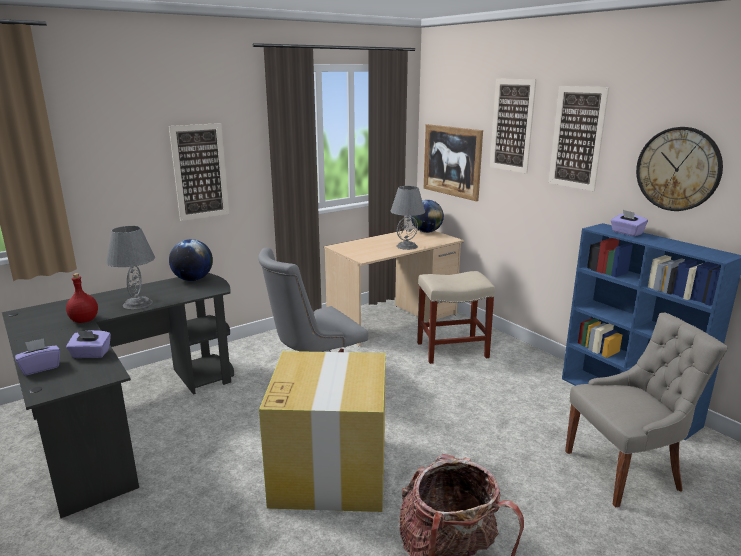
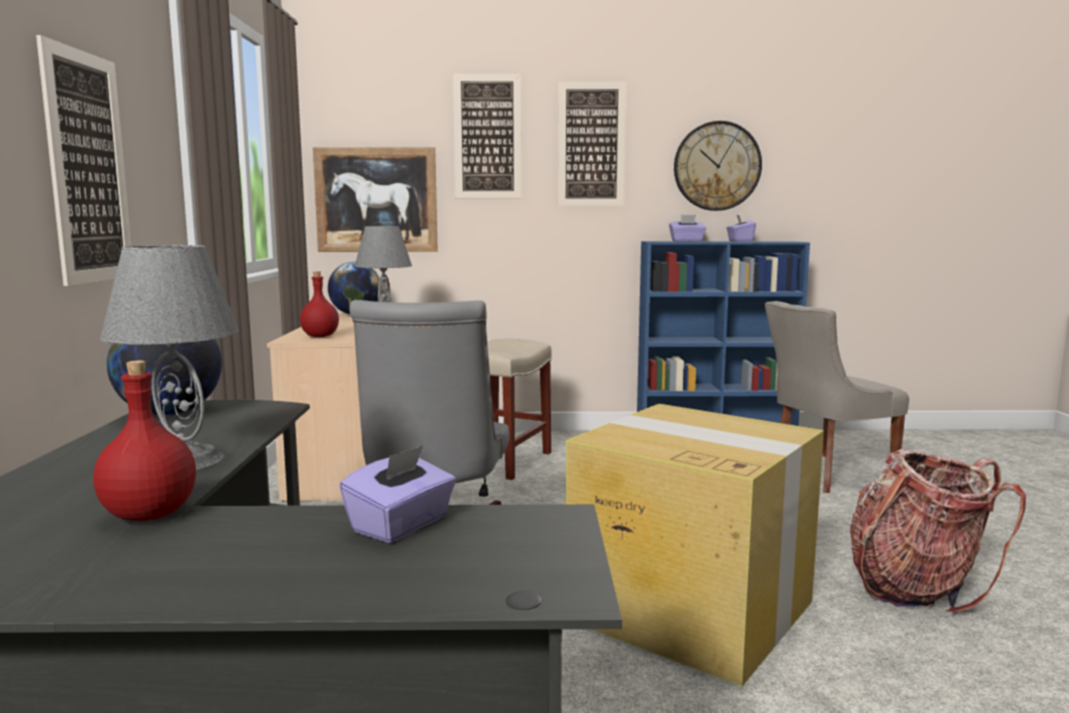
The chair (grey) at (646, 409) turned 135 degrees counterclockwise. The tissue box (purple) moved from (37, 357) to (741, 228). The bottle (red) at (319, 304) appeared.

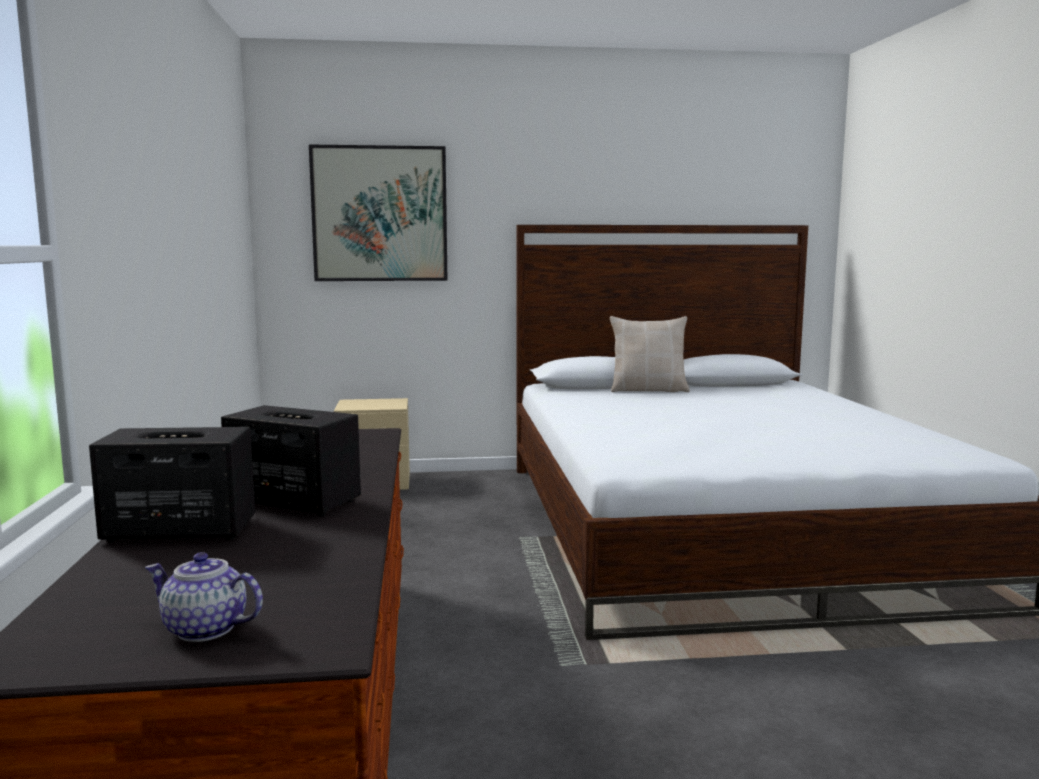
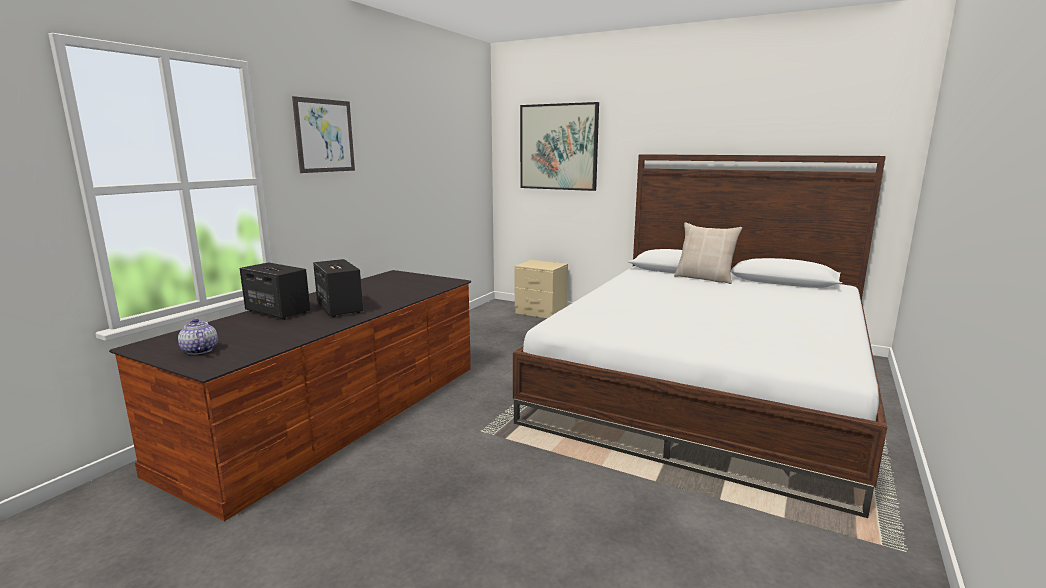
The picture at (323, 134) appeared.

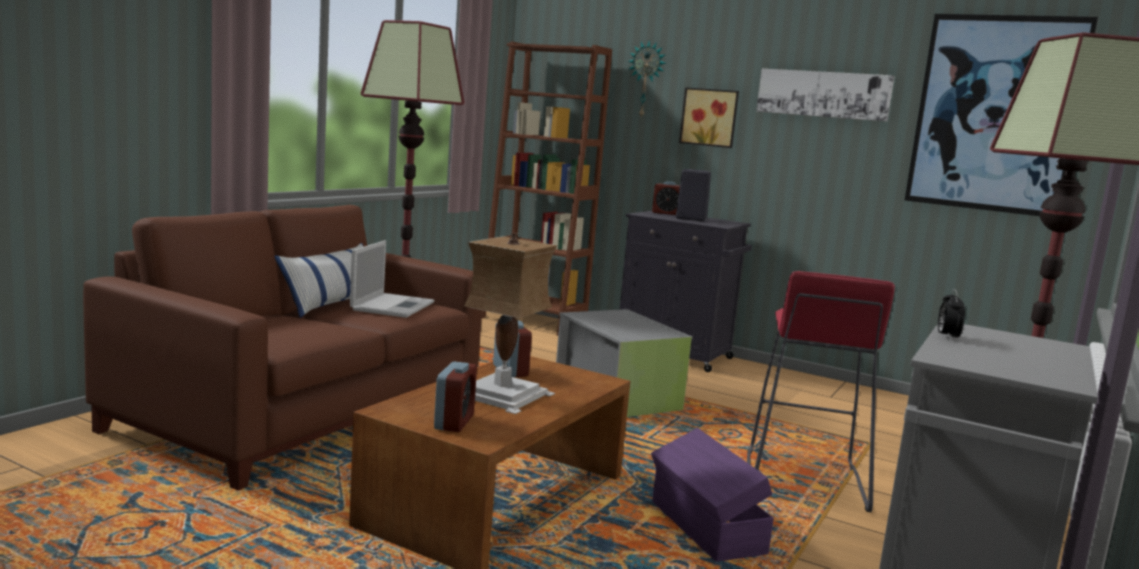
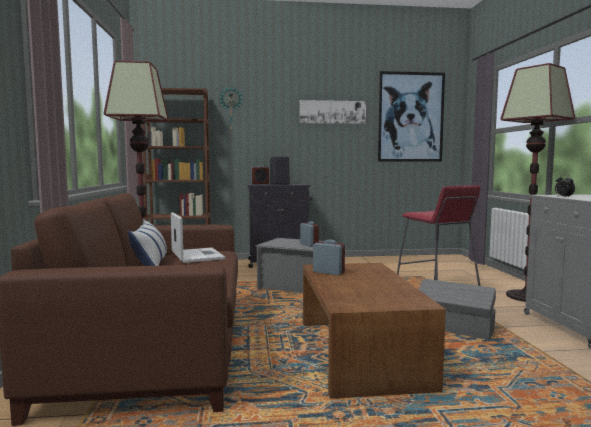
The picture at (709, 117) disappeared. The table lamp at (510, 323) disappeared. The alarm clock moved from (455, 396) to (309, 234). The storage box (purple) at (712, 495) became the storage box (grey) at (457, 309).

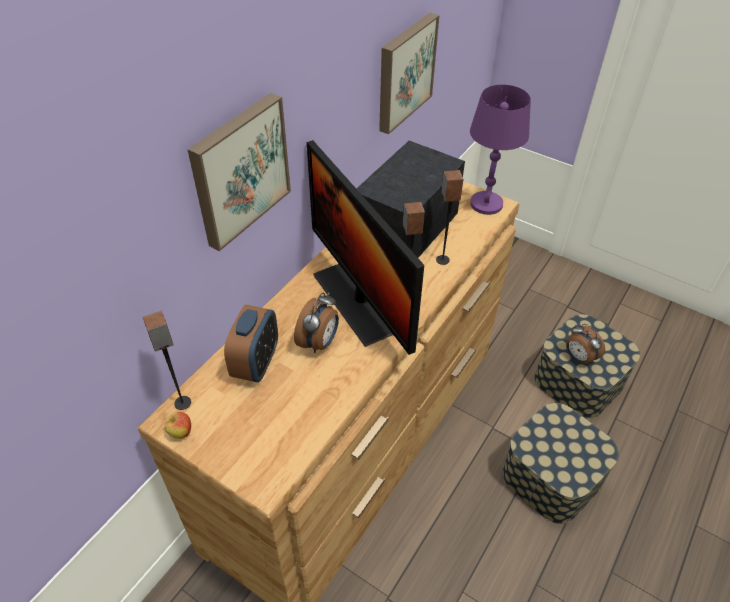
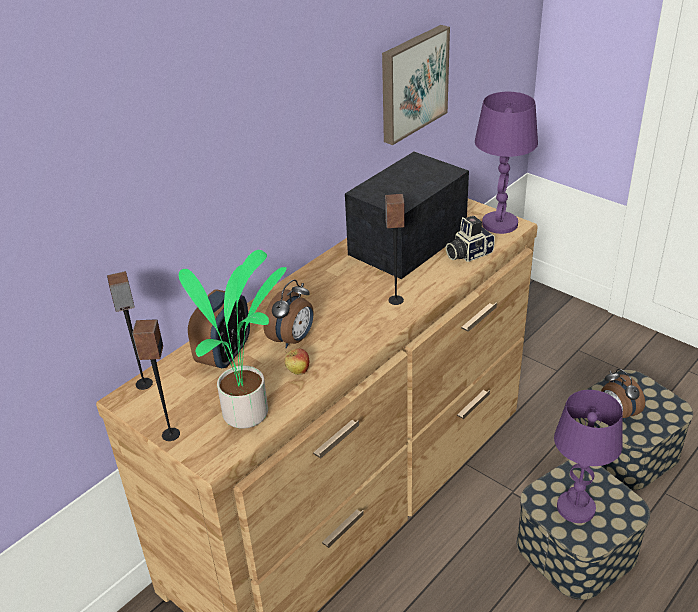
The picture at (239, 172) disappeared. The monitor at (365, 247) disappeared. The speaker moved from (449, 217) to (156, 380). The apple moved from (177, 425) to (296, 361). The photo camera at (470, 239) appeared. The potted plant at (233, 339) appeared. The table lamp (purple) at (588, 456) appeared.

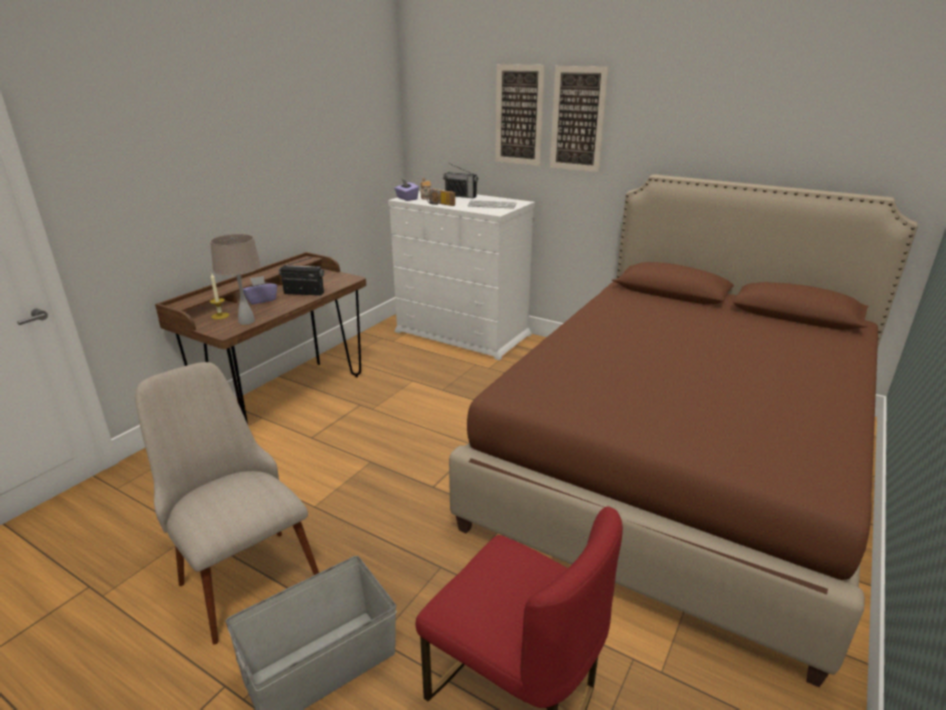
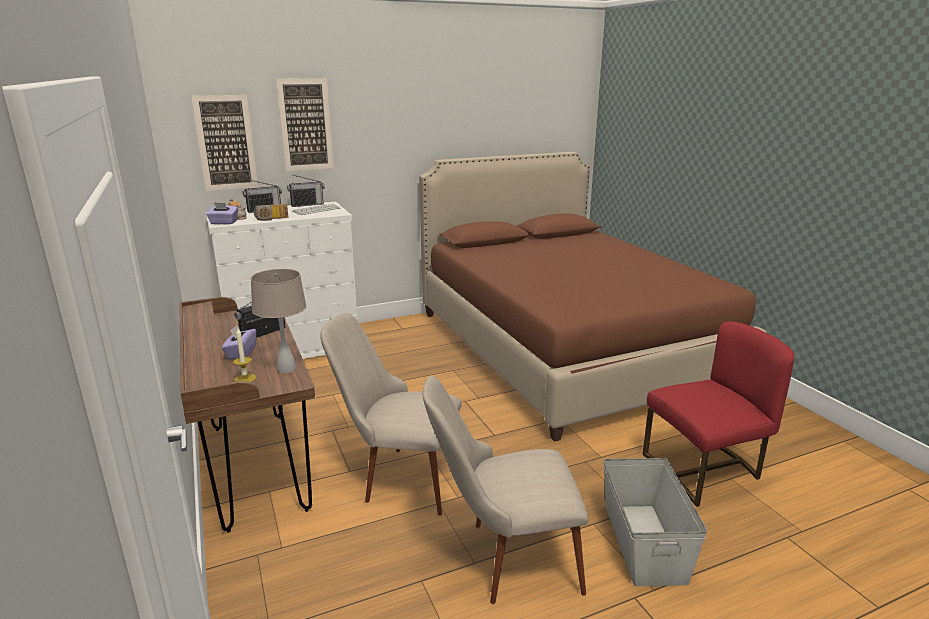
The picture moved from (579, 119) to (224, 143). The radio at (305, 191) appeared. The chair (beige) at (391, 414) appeared.

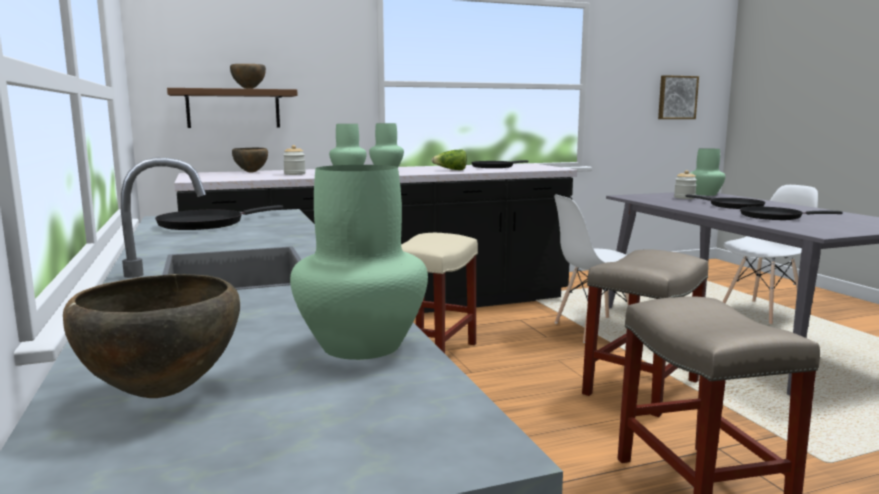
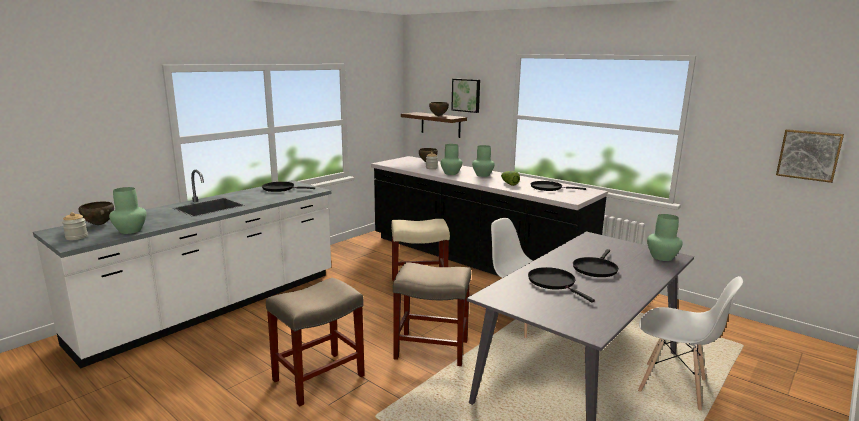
The jar moved from (685, 184) to (75, 226). The picture at (465, 96) appeared.

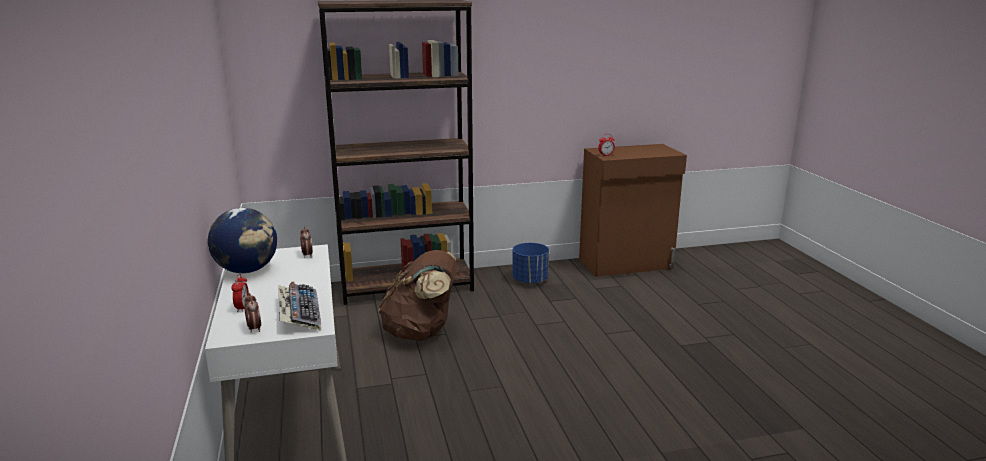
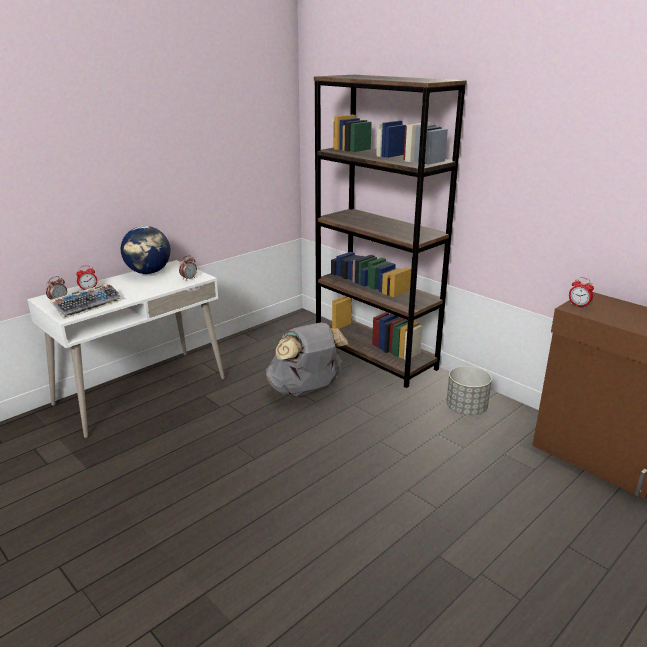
The planter (blue) at (530, 263) became the planter (grey) at (469, 390). The backpack (brown) at (418, 295) became the backpack (grey) at (307, 359).

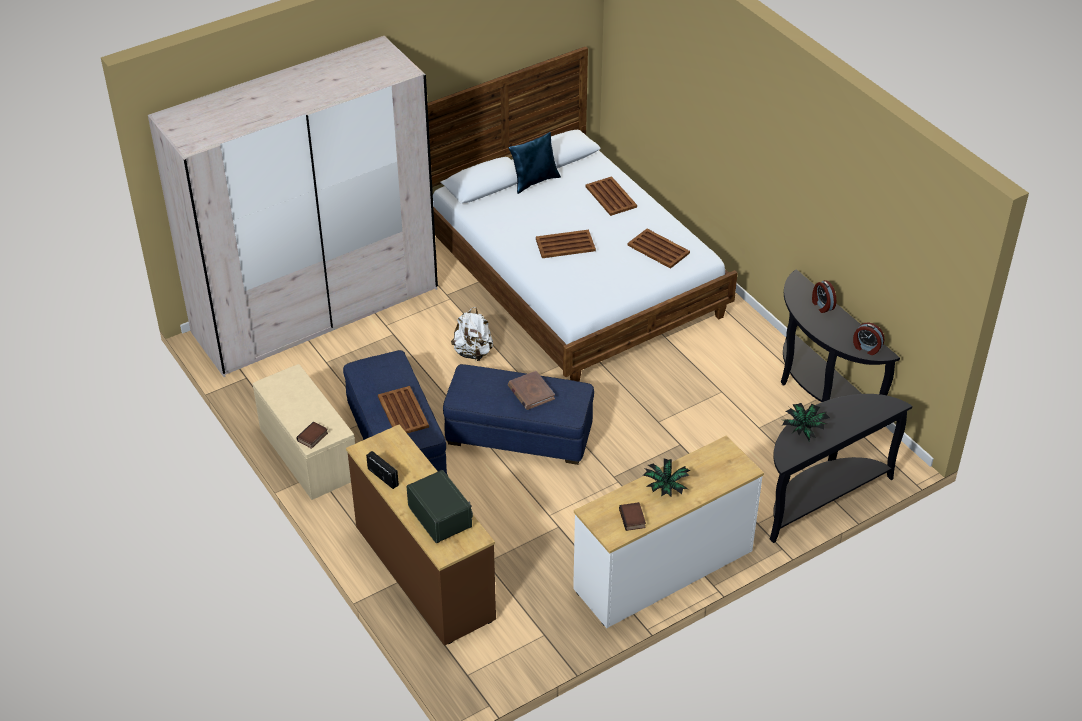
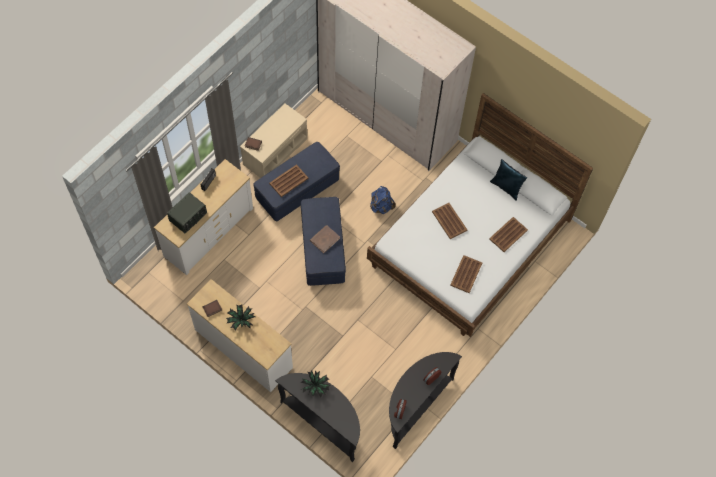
The backpack (white) at (472, 334) became the backpack (blue) at (383, 200). The dresser (brown) at (421, 535) became the dresser (white) at (203, 217).

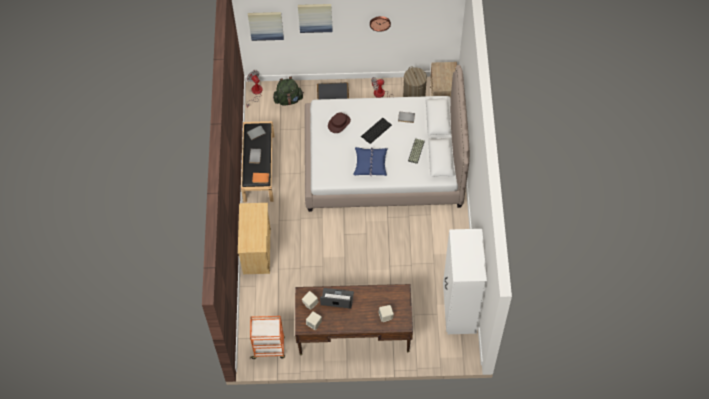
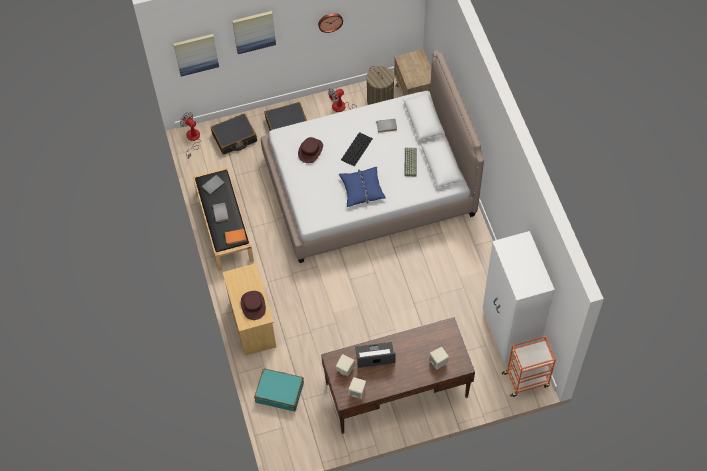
The backpack (green) at (288, 91) was replaced by the suitcase (black) at (234, 134). The cart (orange) moved from (267, 337) to (529, 366). The hat (brown) at (253, 305) appeared. The suitcase (turquoise) at (279, 390) appeared.

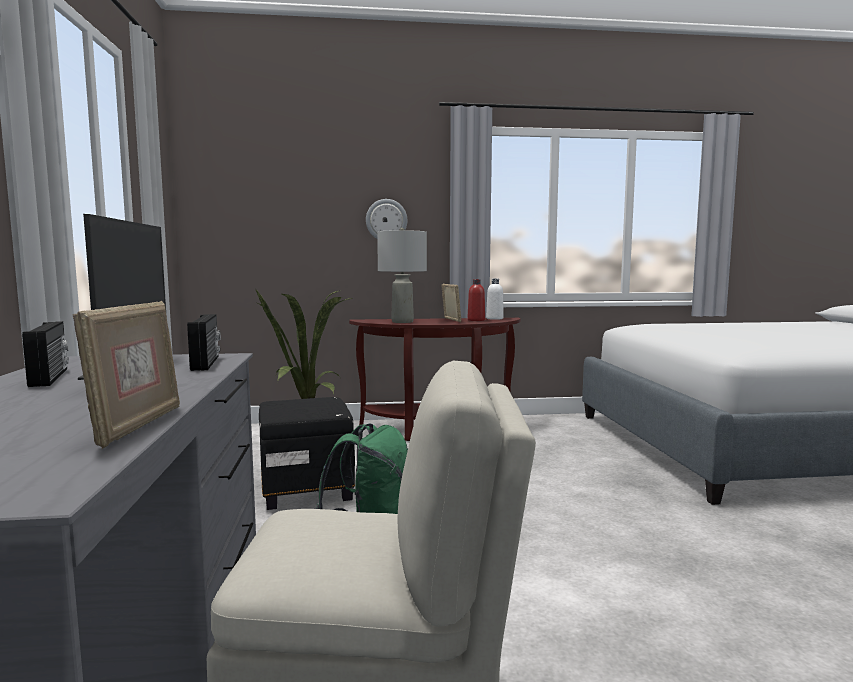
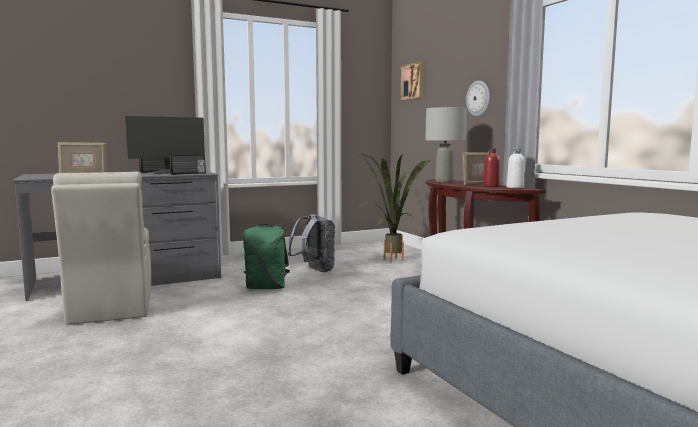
The ottoman (black) at (307, 453) was replaced by the backpack (grey) at (311, 243). The picture at (412, 80) appeared.

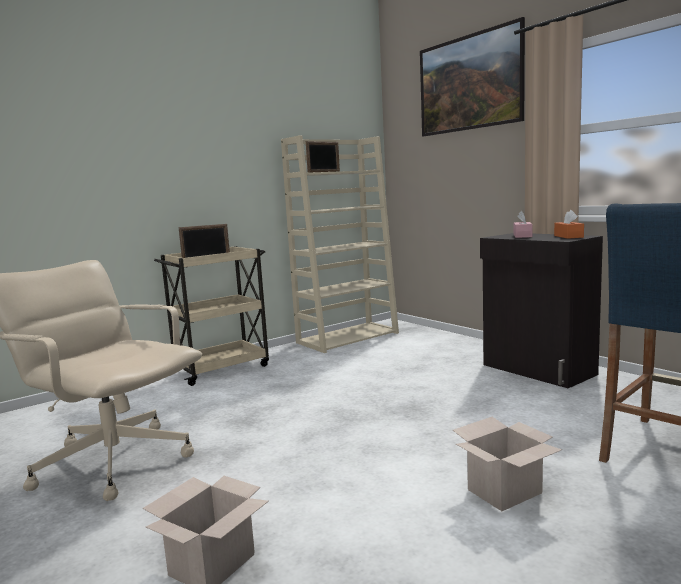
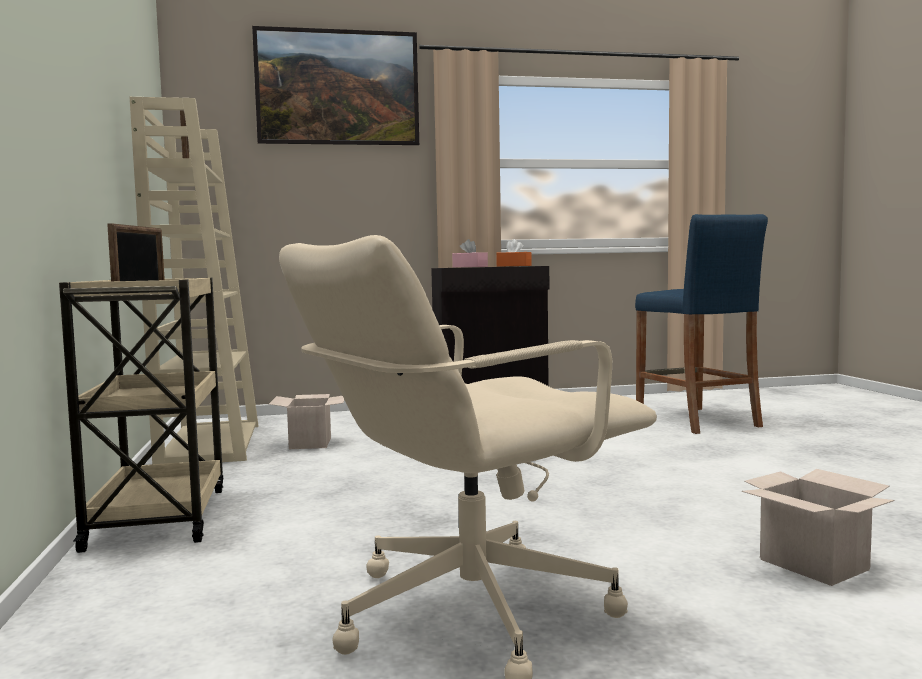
The cardboard box moved from (507, 464) to (306, 421).

